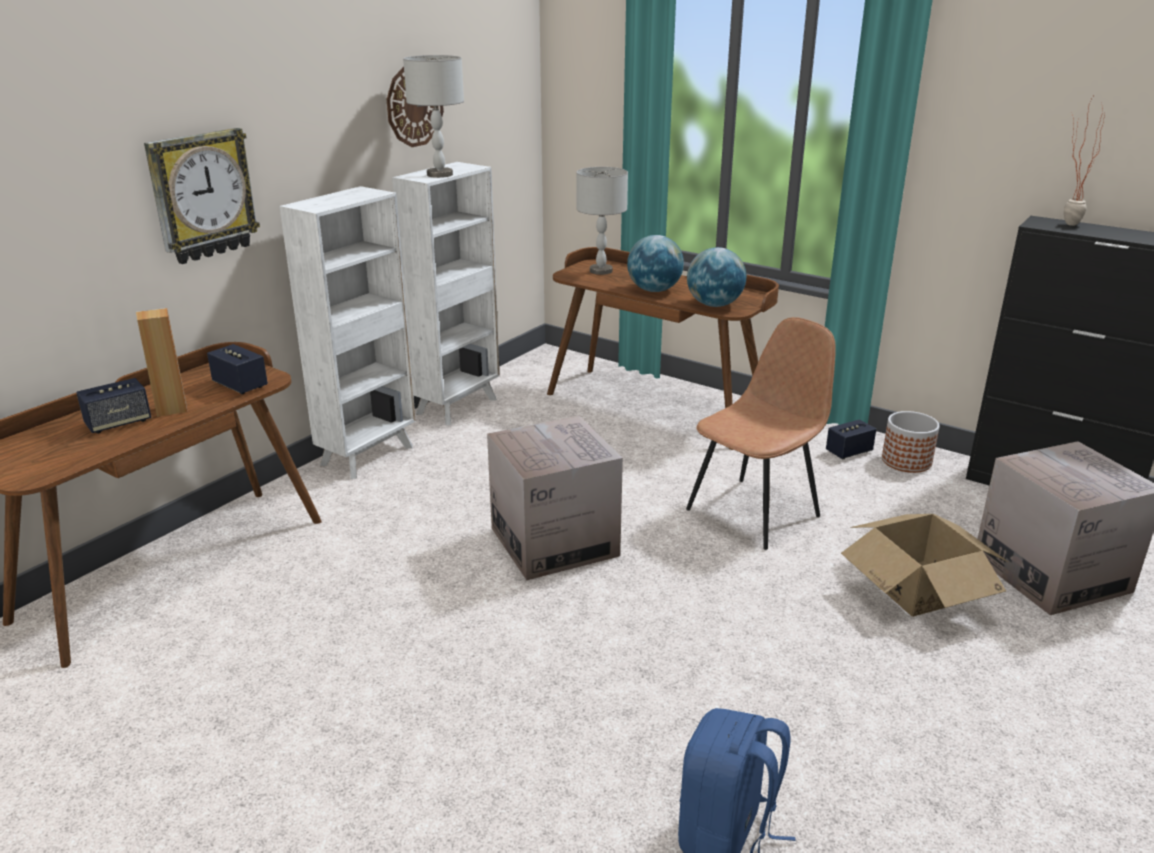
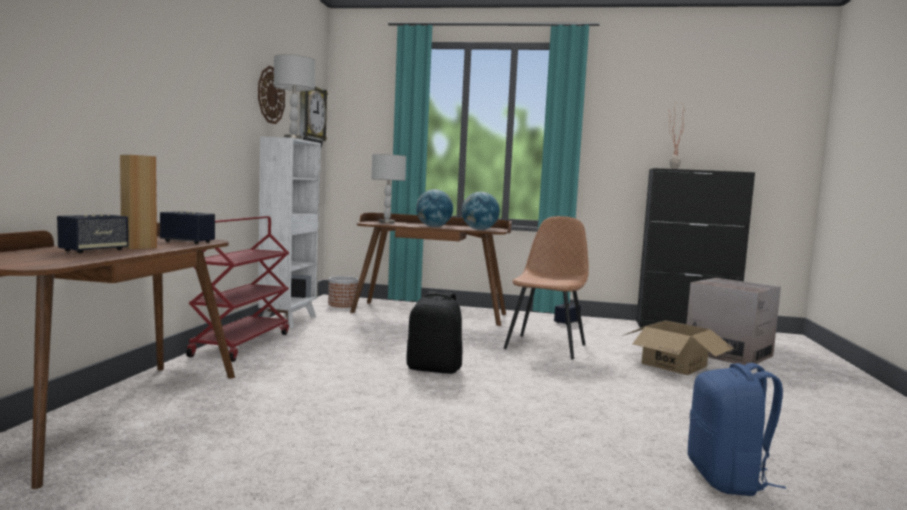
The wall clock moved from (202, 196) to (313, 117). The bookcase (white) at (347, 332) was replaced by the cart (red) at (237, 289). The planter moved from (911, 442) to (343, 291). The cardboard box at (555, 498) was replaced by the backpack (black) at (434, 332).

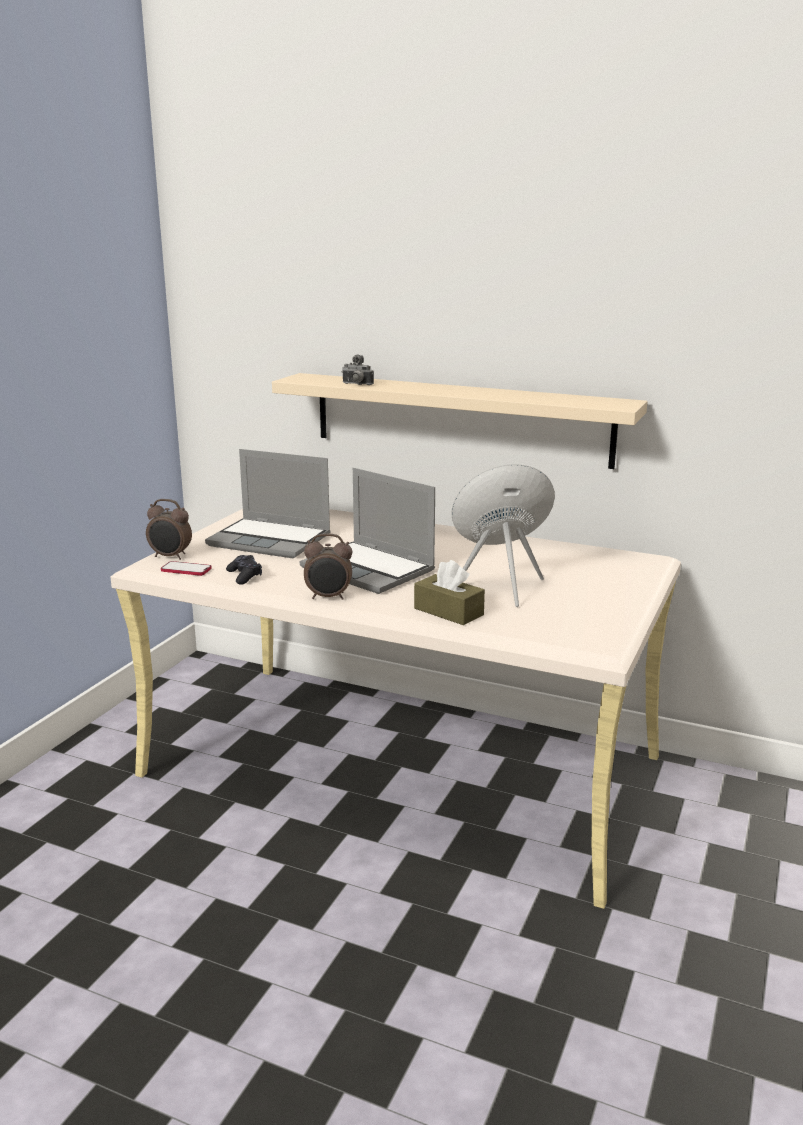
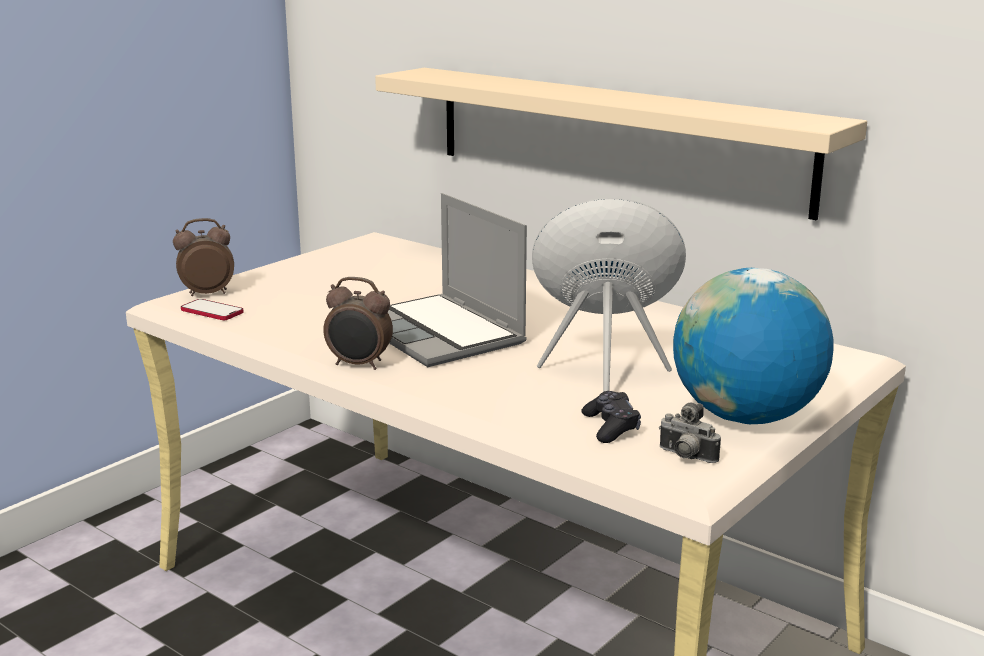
The photo camera moved from (358, 370) to (690, 433). The laptop at (268, 504) disappeared. The alarm clock at (169, 529) turned 135 degrees clockwise. The game controller (black) moved from (244, 570) to (611, 417). The tissue box (brown) at (449, 592) disappeared. The globe at (753, 346) appeared.

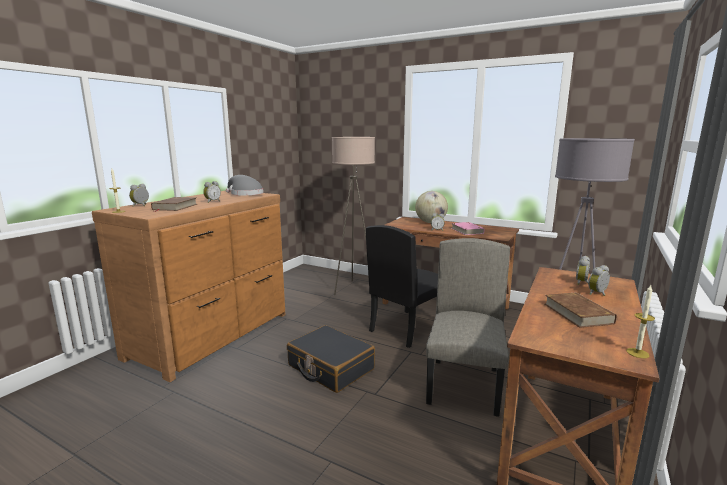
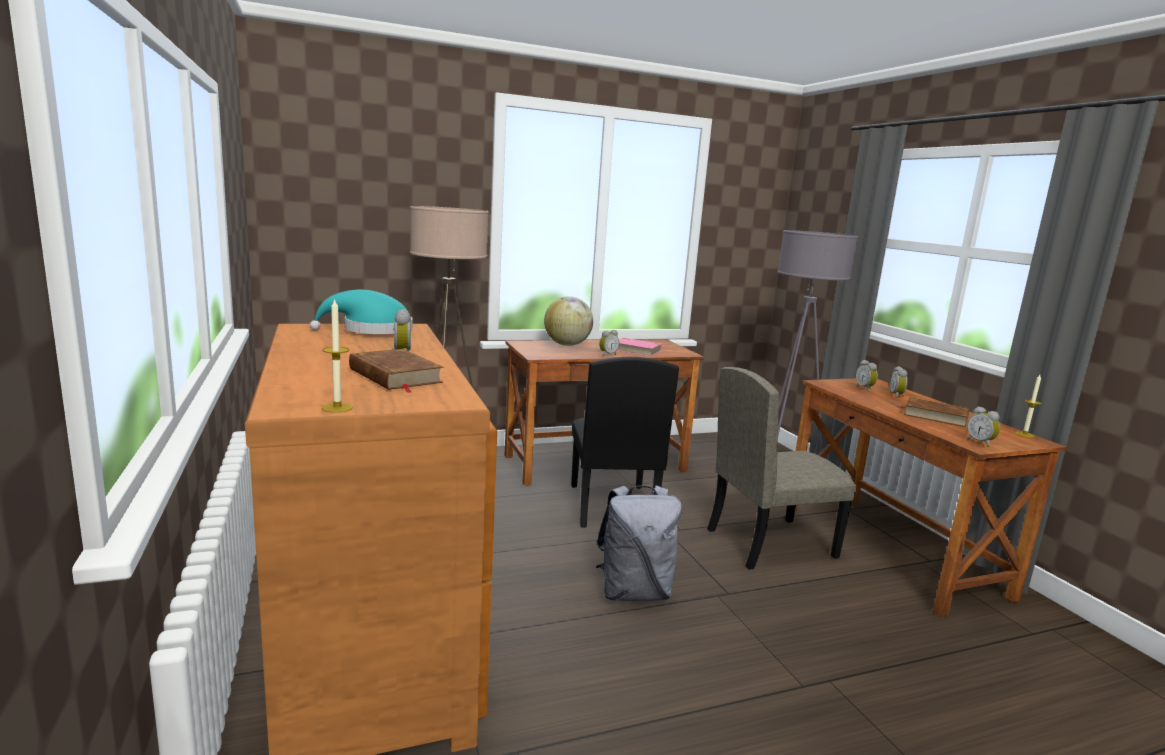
The hat (grey) at (245, 185) became the hat (turquoise) at (361, 312). The alarm clock moved from (139, 195) to (983, 426). The chair (beige) at (468, 327) turned 75 degrees counterclockwise. The suitcase (black) at (331, 359) was replaced by the backpack (grey) at (639, 543).

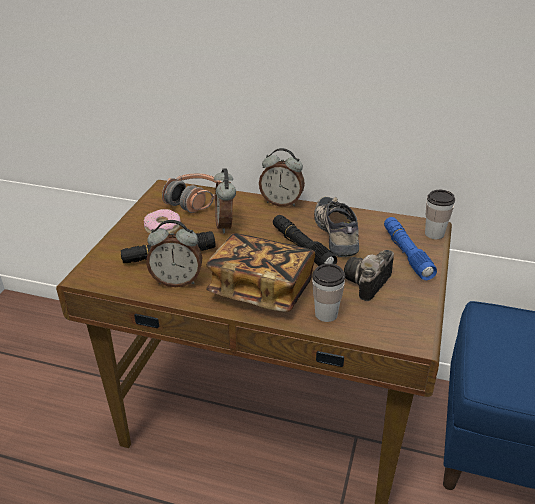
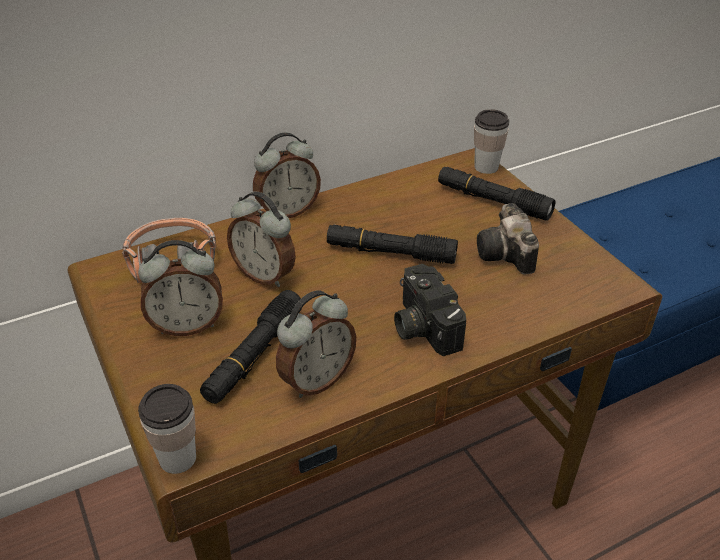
The shoe at (336, 226) disappeared. The donut at (162, 221) was replaced by the alarm clock at (180, 288). The flashlight (blue) at (410, 248) became the flashlight (black) at (496, 193). The book at (260, 272) was replaced by the photo camera at (430, 310). The cup moved from (328, 293) to (167, 429).

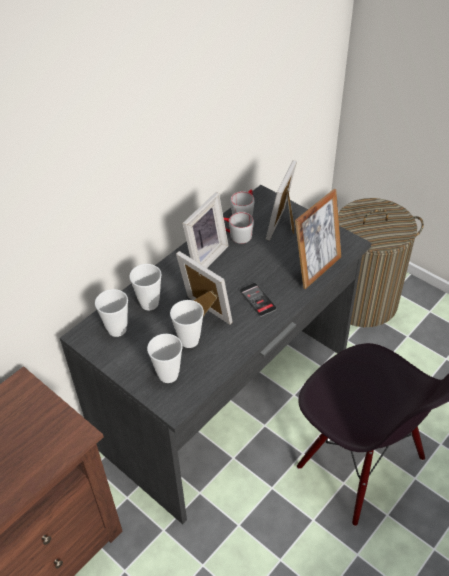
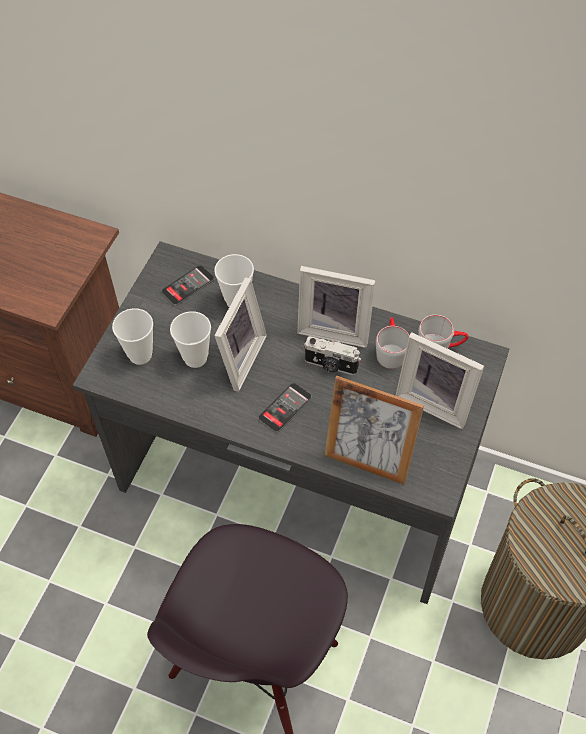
The picture frame at (281, 200) turned 150 degrees counterclockwise. The cup at (111, 313) was replaced by the phone at (187, 285). The photo camera at (332, 355) appeared.

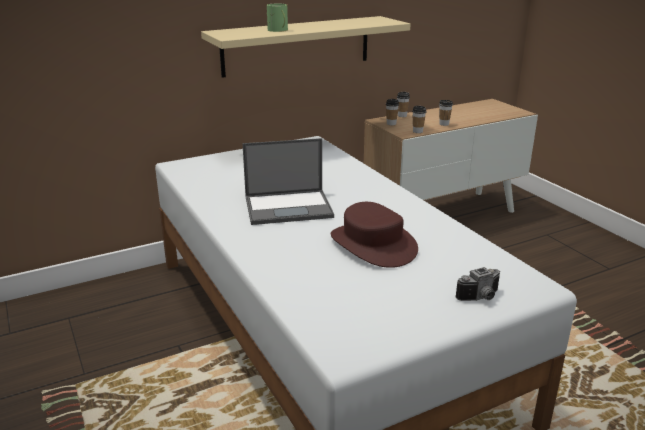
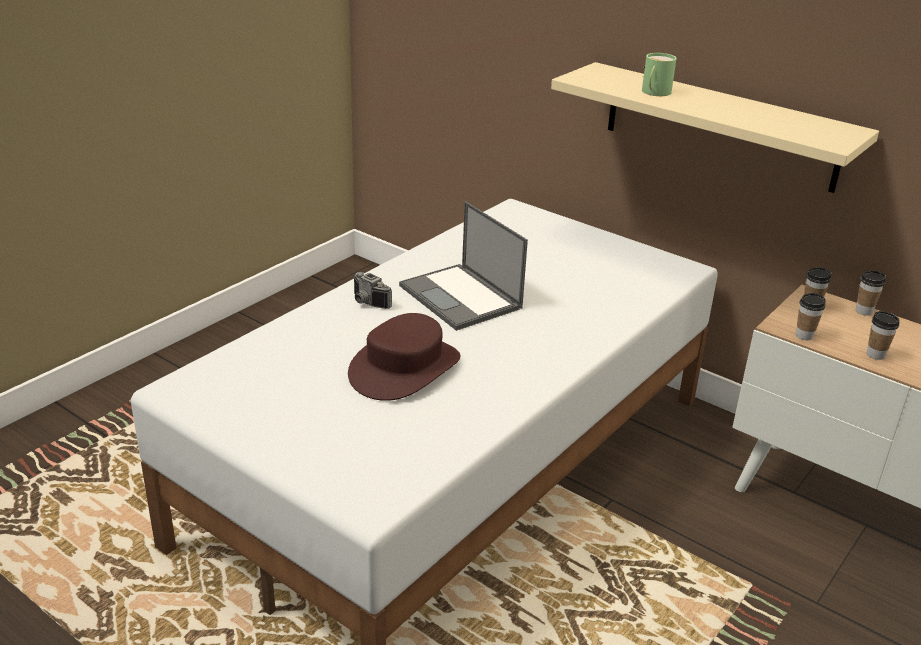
The photo camera moved from (478, 284) to (373, 290).

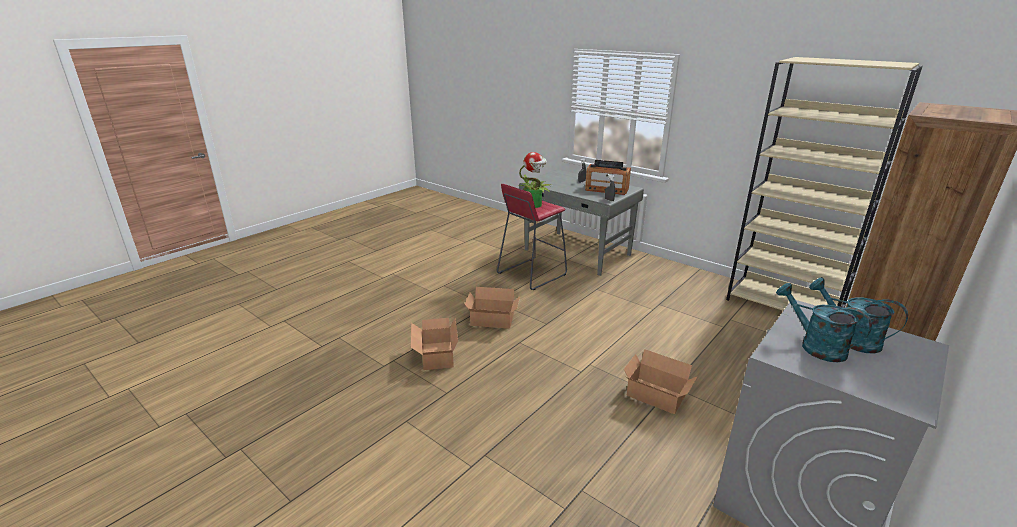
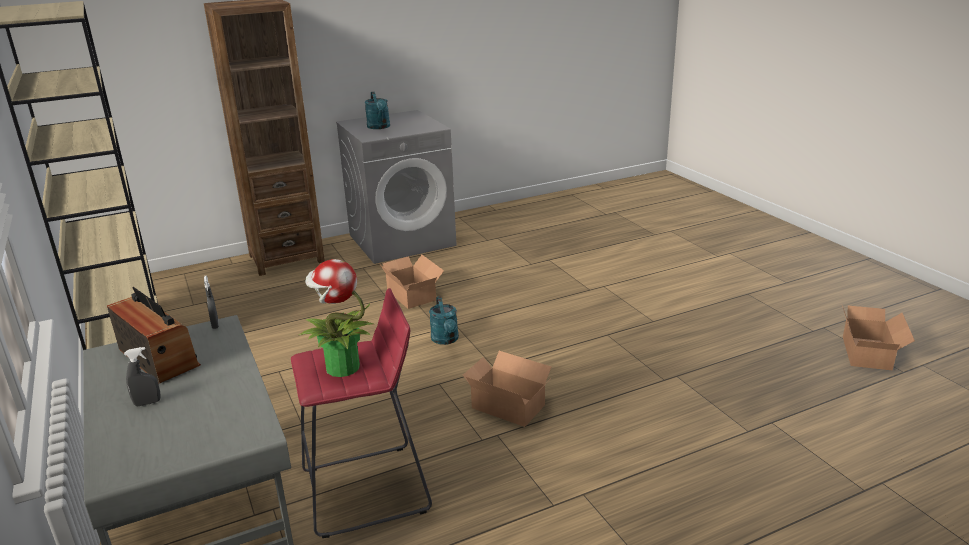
The watering can (turquoise) moved from (824, 322) to (444, 320). The cardboard box moved from (434, 344) to (878, 338).

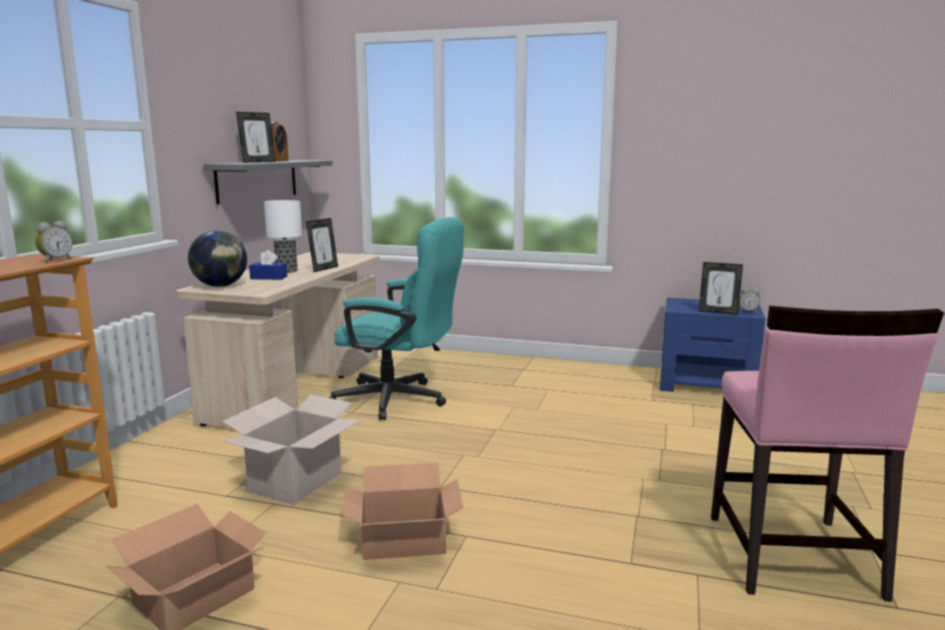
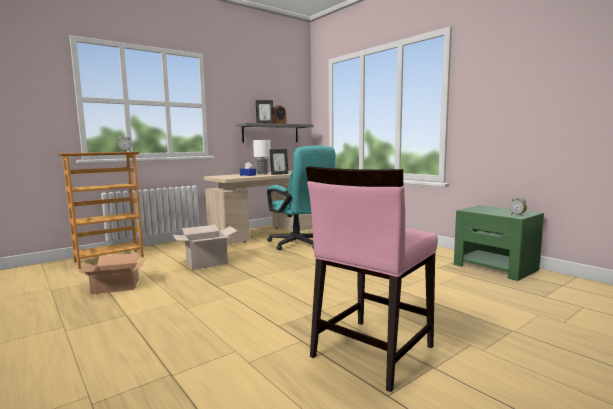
The globe at (217, 259) disappeared. The picture frame at (721, 288) disappeared. The nightstand (blue) at (713, 345) became the nightstand (green) at (499, 243). The cardboard box at (403, 511) disappeared.

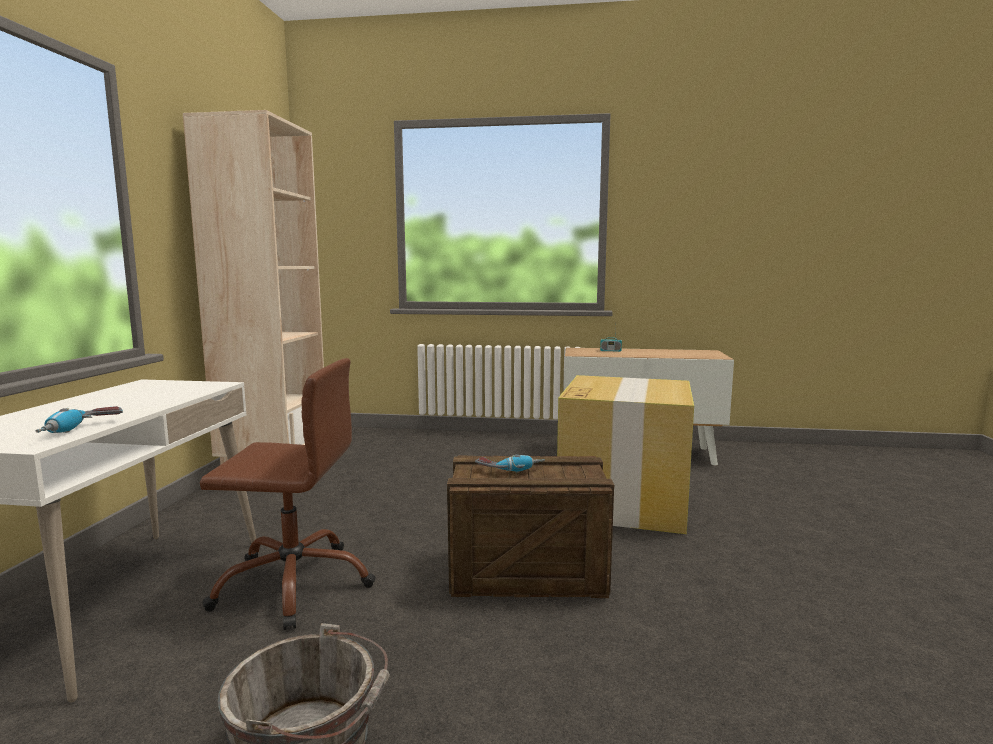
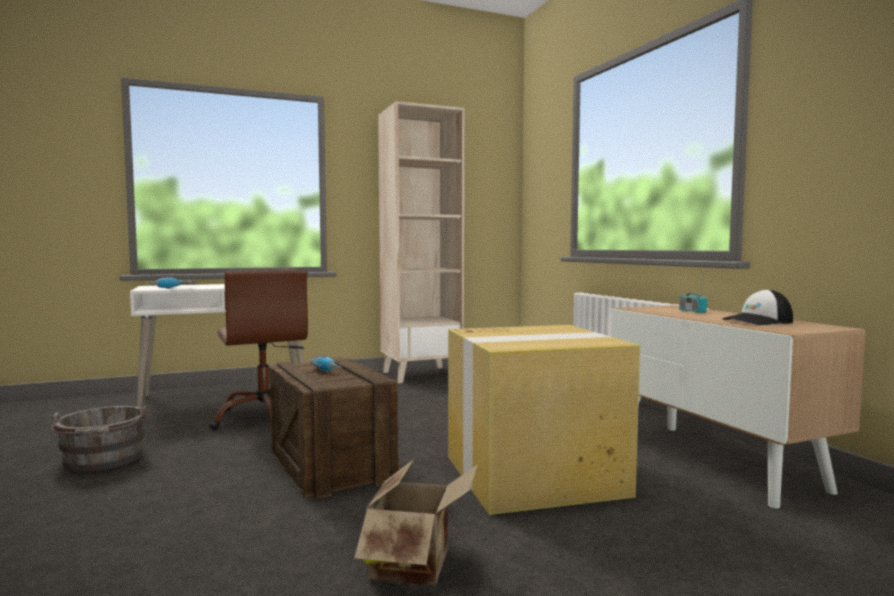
The cap at (757, 307) appeared. The cardboard box at (416, 522) appeared.

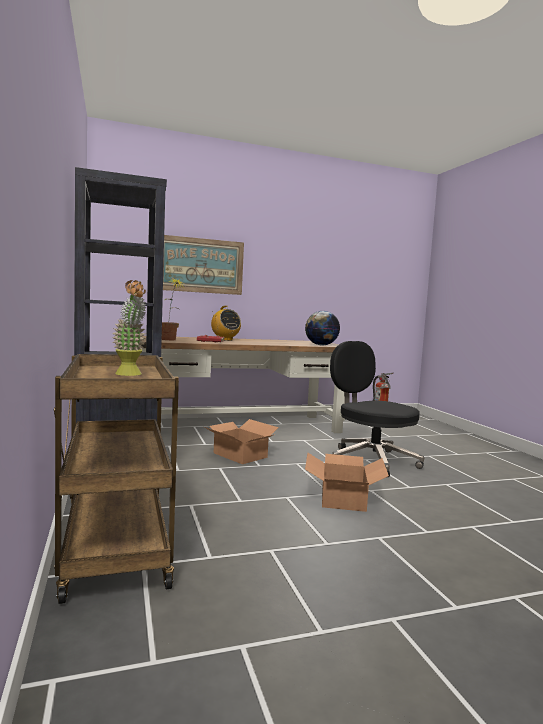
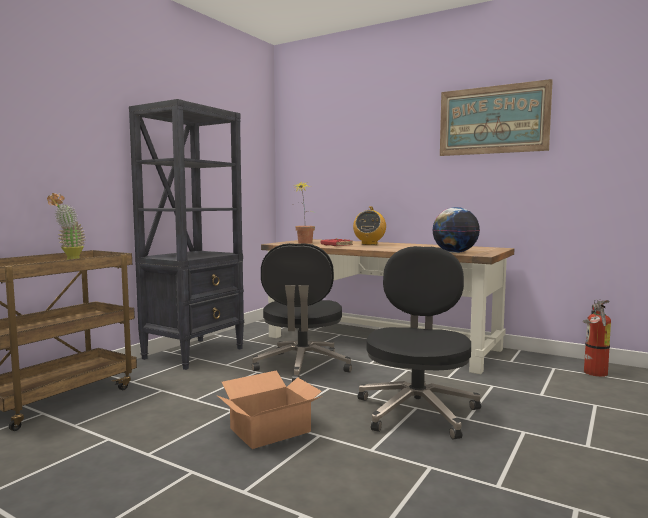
The picture moved from (203, 265) to (496, 117). The cardboard box at (242, 441) was replaced by the office chair (black) at (302, 312).

